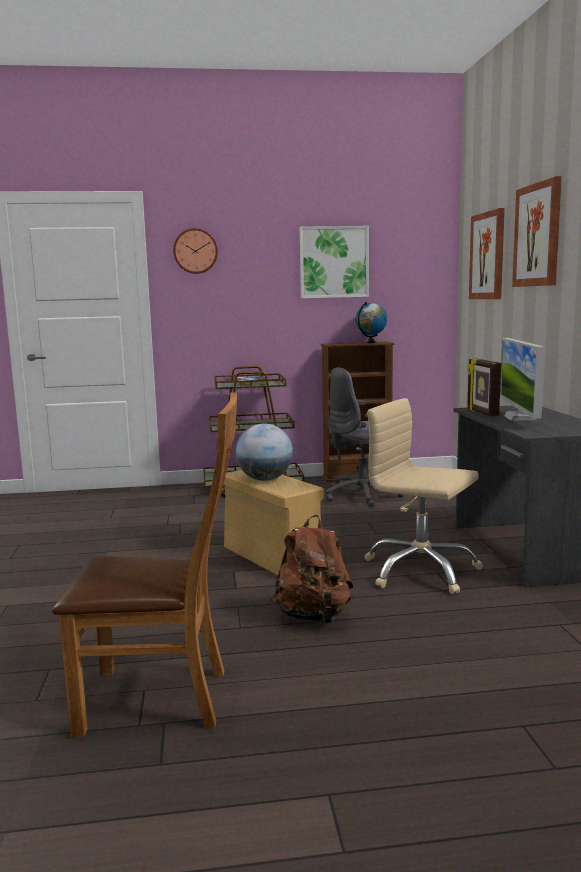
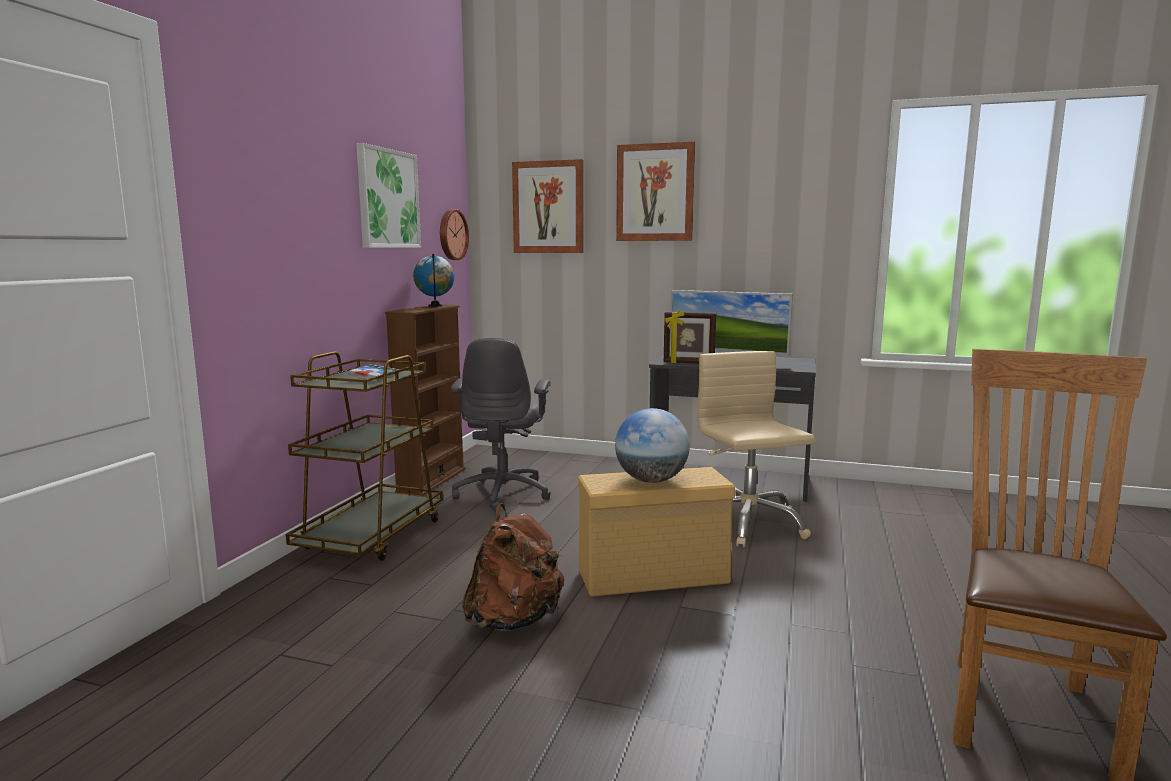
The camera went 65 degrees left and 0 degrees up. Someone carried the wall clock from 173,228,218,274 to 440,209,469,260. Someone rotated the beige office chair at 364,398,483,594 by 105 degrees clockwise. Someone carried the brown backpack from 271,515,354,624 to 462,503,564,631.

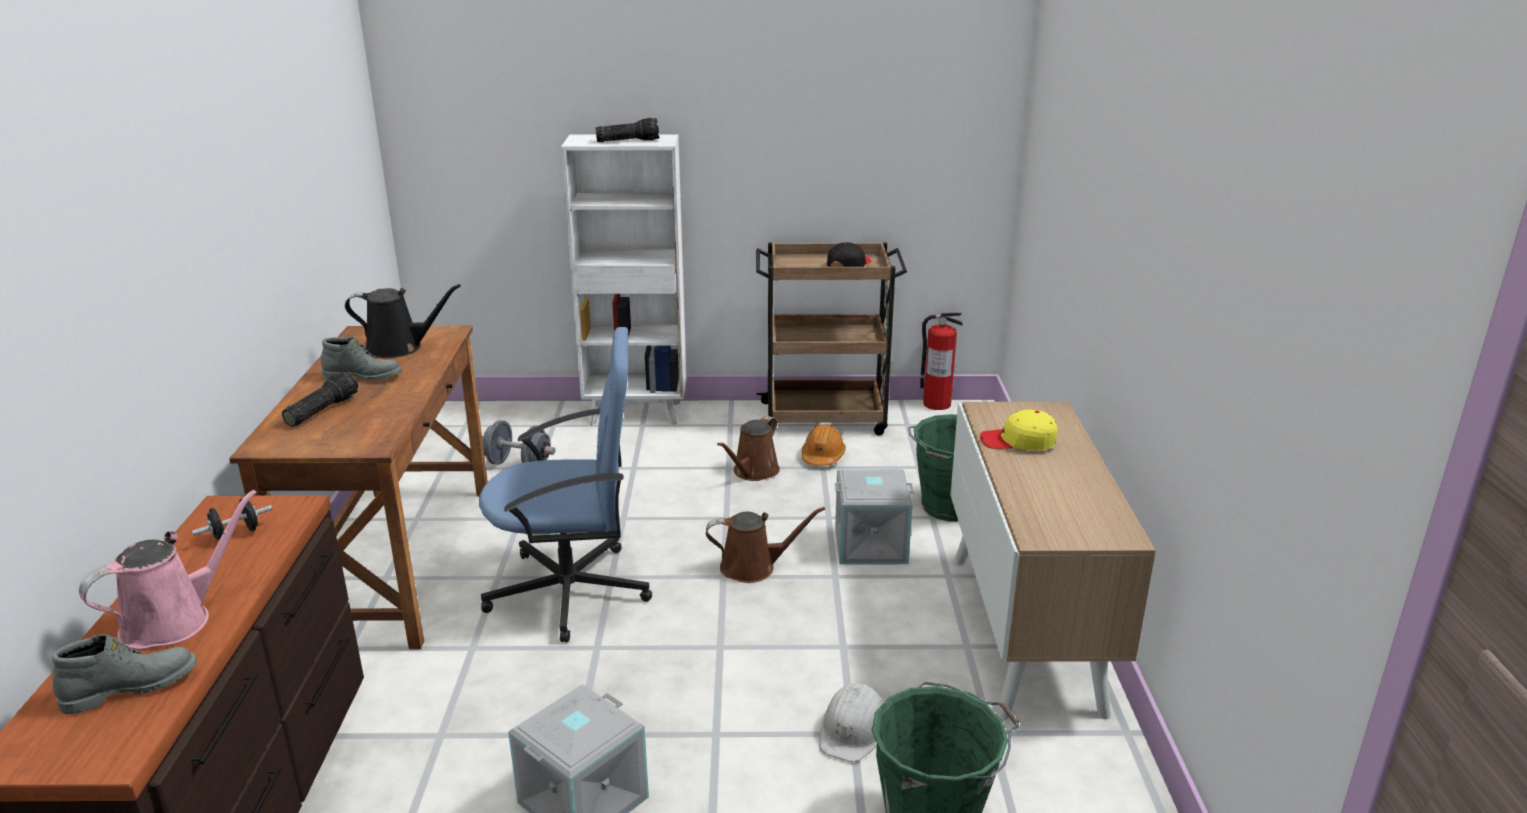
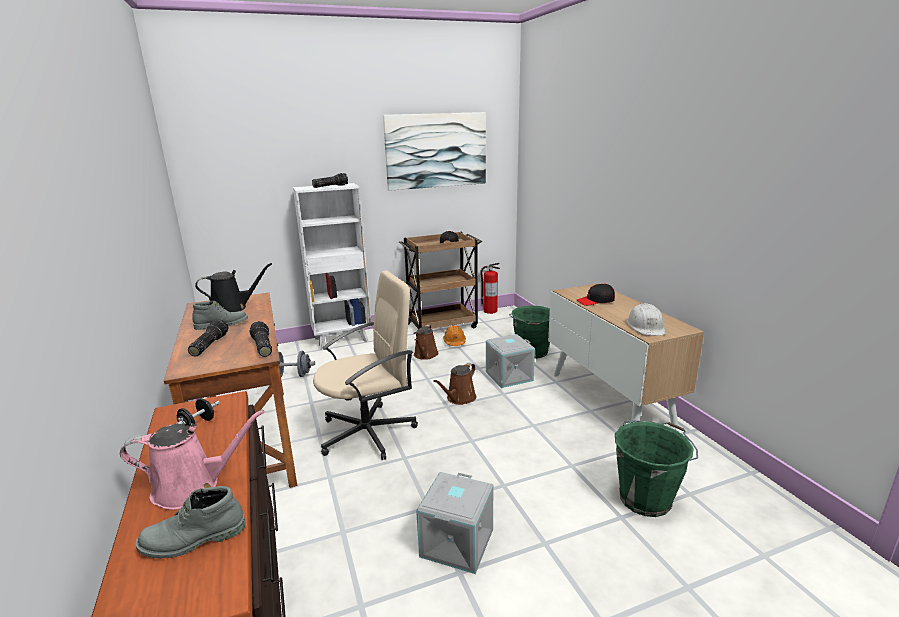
The camera went 20 degrees left and 5 degrees down. Someone repainted the blue office chair at 479,327,652,643, which became the beige office chair at 313,271,418,460. Someone repainted the yellow cap at 980,410,1058,450, which became the black cap at 577,283,615,306. Someone rotated the pink watering can at 79,490,257,650 by 60 degrees clockwise. Someone rotated the brown watering can at 706,507,825,583 by 150 degrees clockwise. Someone rotated the grey boot at 52,634,197,715 by 150 degrees counterclockwise. Someone carried the white hard hat from 819,683,883,762 to 626,303,665,336. Someone put up the picture at 383,112,486,191. Someone put down the flashlight at 250,321,272,357.

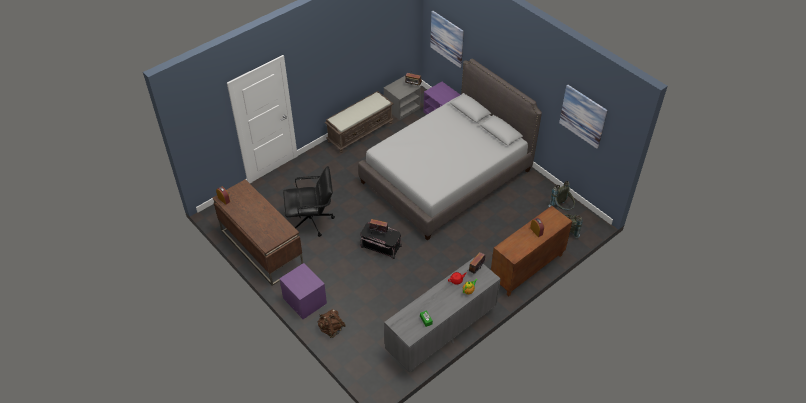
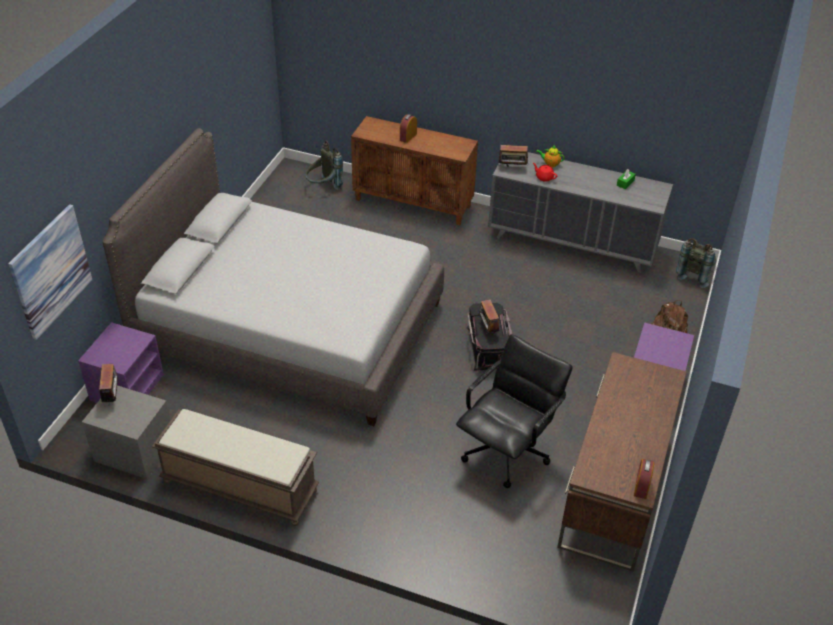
The camera went 120 degrees left and 5 degrees down. Someone took away the picture at 559,85,608,149. Someone rotated the black office chair at 283,166,335,237 by 75 degrees clockwise. Someone carried the grey backpack from 548,181,575,210 to 676,238,716,288.

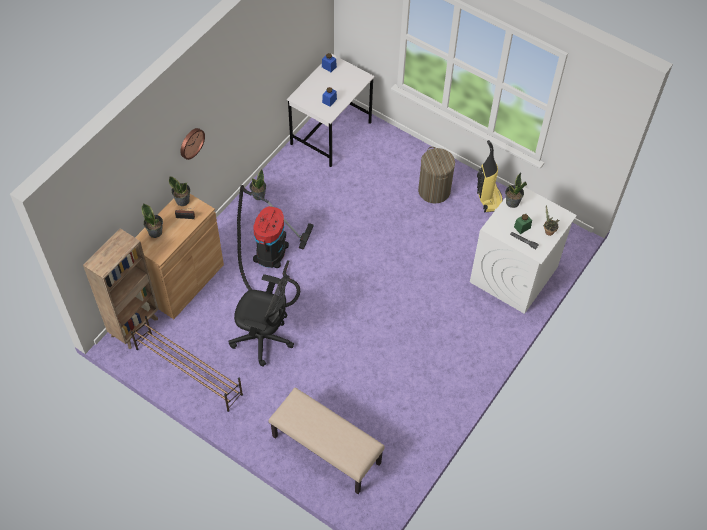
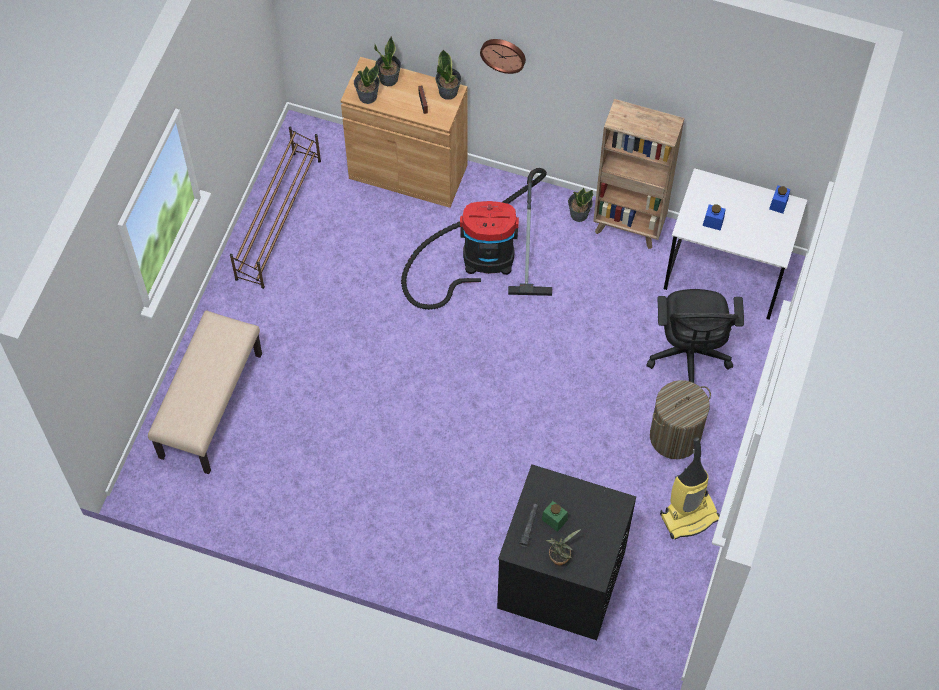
The camera went 75 degrees right and 5 degrees up. Someone carried the potted plant from 505,172,527,208 to 354,64,380,104. Someone repainted the white washing machine at 470,187,577,314, which became the black washing machine at 497,464,636,640. Someone carried the brown bookcase from 83,228,159,349 to 593,99,684,249. Someone carried the black office chair from 228,274,294,367 to 646,289,744,383.

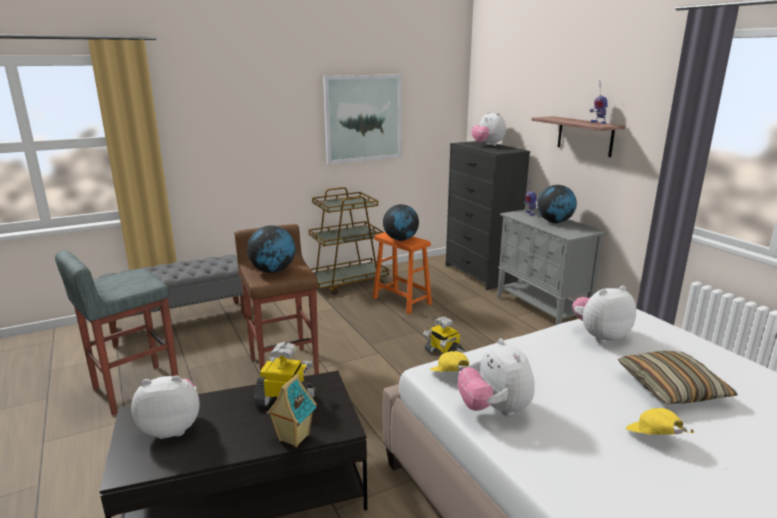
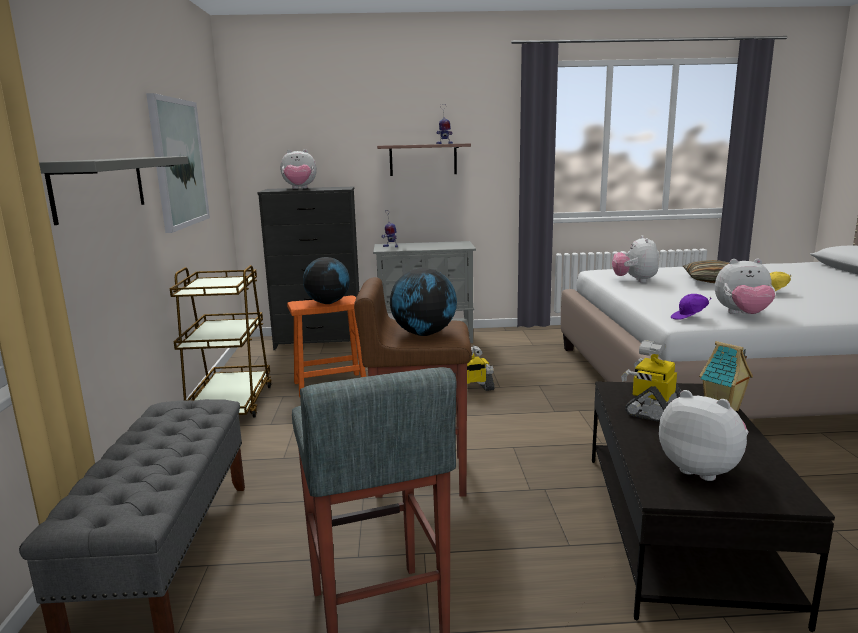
The camera went 65 degrees left and 5 degrees down. Someone took away the globe at 537,185,577,223. Someone repainted the yellow cap at 430,351,469,372, which became the purple cap at 671,294,711,320. Someone rotated the plush toy at 131,375,200,439 by 120 degrees clockwise. Someone put up the grey shelf at 39,156,189,225.

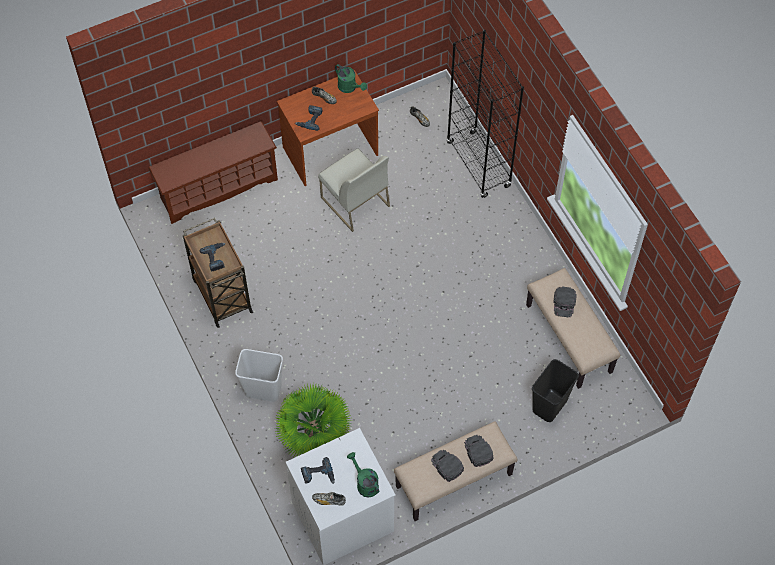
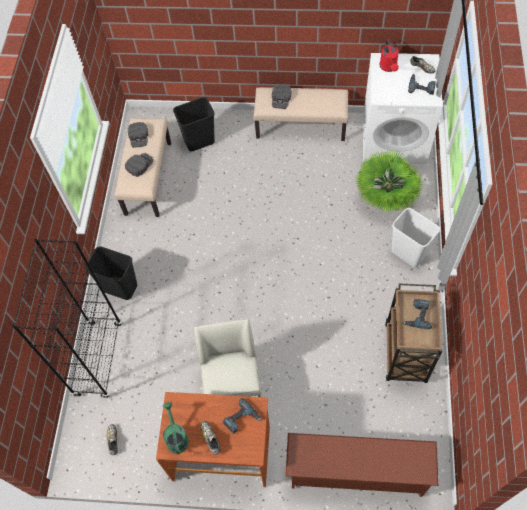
The camera went 145 degrees left and 0 degrees up. Someone carried the black cap from 431,450,464,482 to 128,122,148,148. Someone repainted the green watering can at 347,452,379,498, which became the red watering can at 379,40,399,72. Someone put down the black trash can at 85,246,137,300.

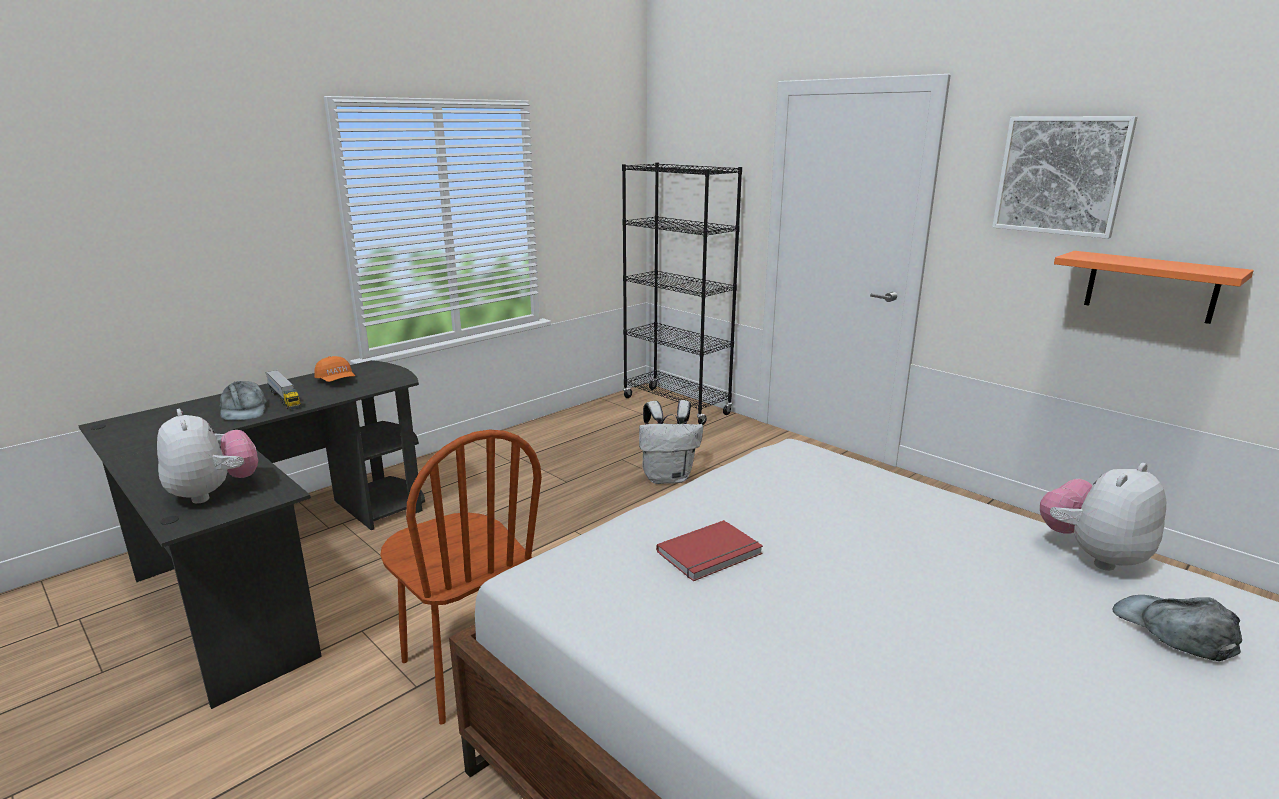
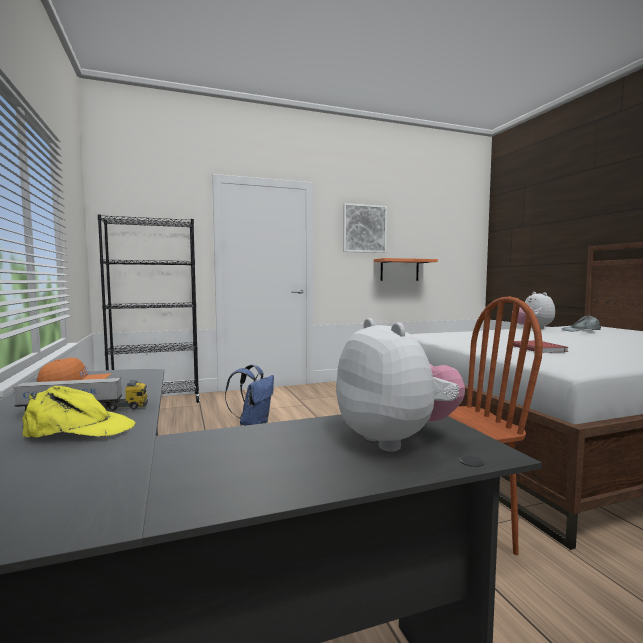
The camera went 65 degrees left and 15 degrees down. Someone repainted the grey cap at 220,381,267,420, which became the yellow cap at 22,386,136,438. Someone repainted the white backpack at 639,400,703,484, which became the blue backpack at 225,365,274,425. Someone rotated the plush toy at 157,409,258,504 by 75 degrees clockwise.

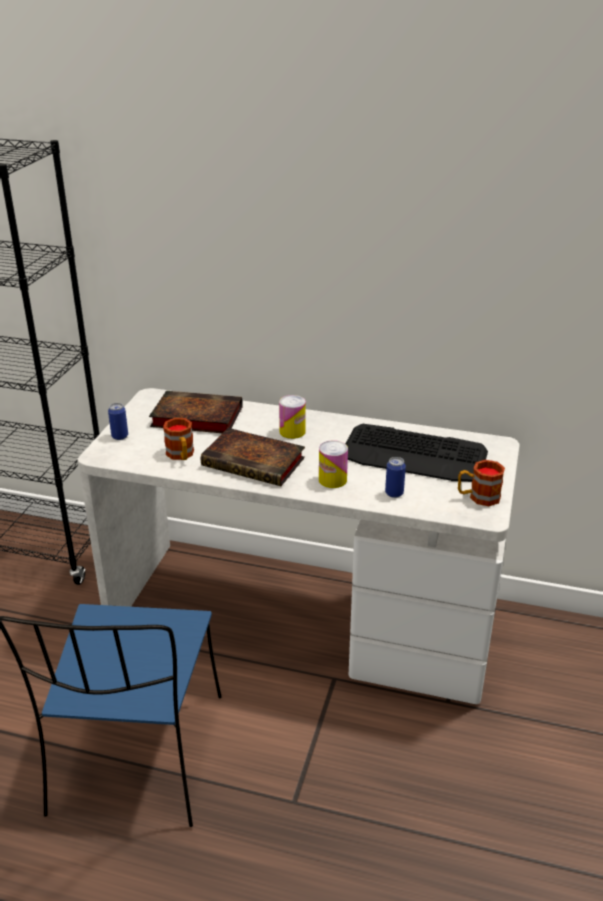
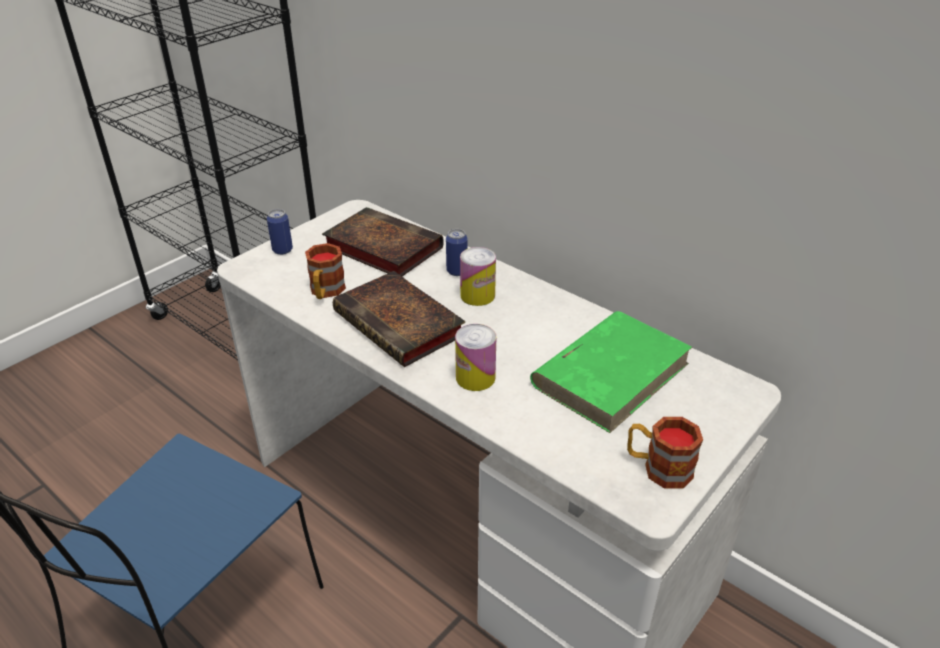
The camera went 25 degrees right and 5 degrees up. Someone swapped the keyboard at 345,424,488,482 for the green book at 530,311,692,433. Someone carried the can from 385,457,406,498 to 446,229,468,276.

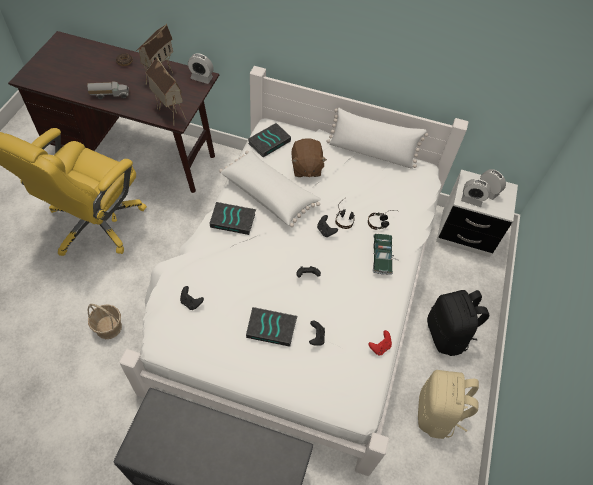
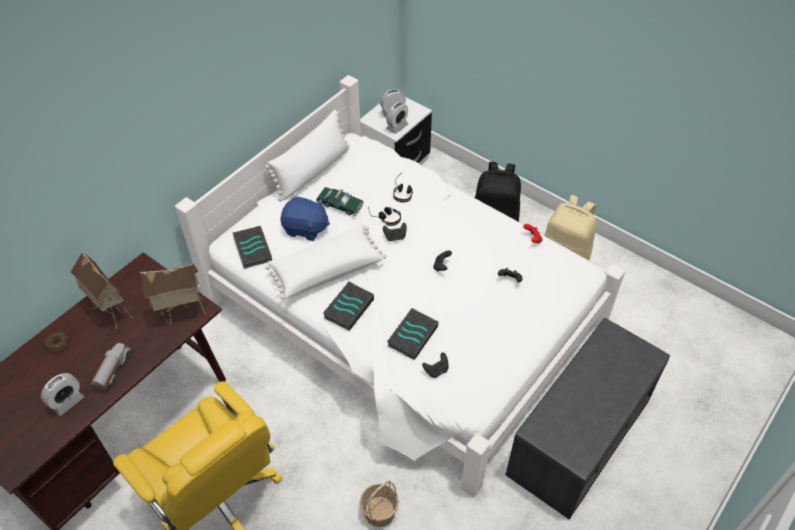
The camera went 65 degrees left and 5 degrees down. Someone carried the alarm clock from 188,53,214,84 to 41,373,84,416. Someone repainted the brown plush toy at 291,138,327,177, which became the blue plush toy at 280,197,330,241. Someone carried the toy car from 372,234,394,275 to 316,187,364,216. Someone carried the book from 246,307,297,347 to 387,308,438,360.

